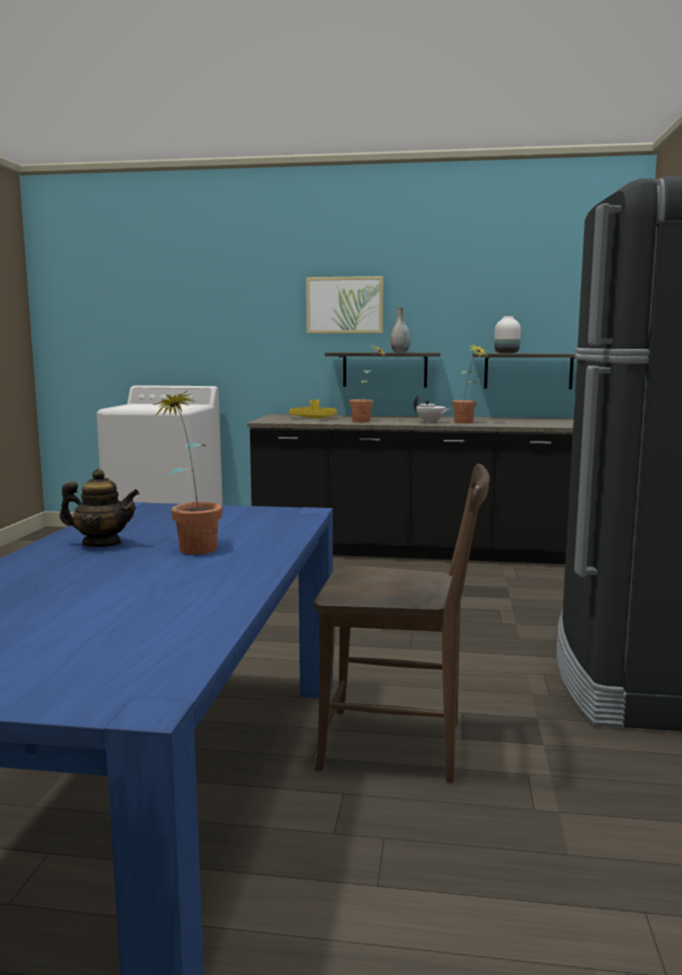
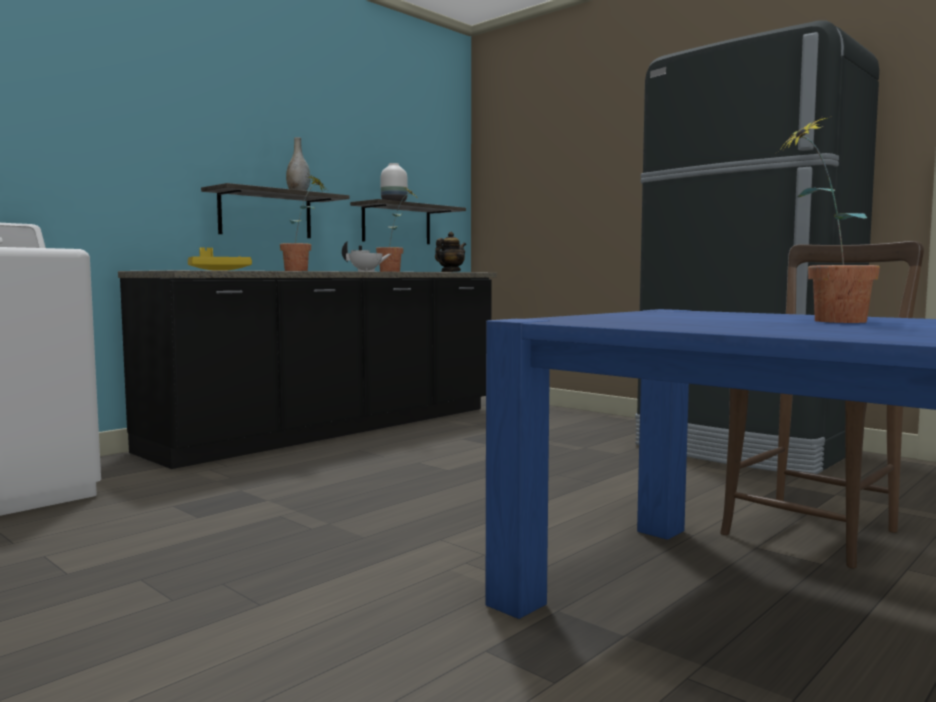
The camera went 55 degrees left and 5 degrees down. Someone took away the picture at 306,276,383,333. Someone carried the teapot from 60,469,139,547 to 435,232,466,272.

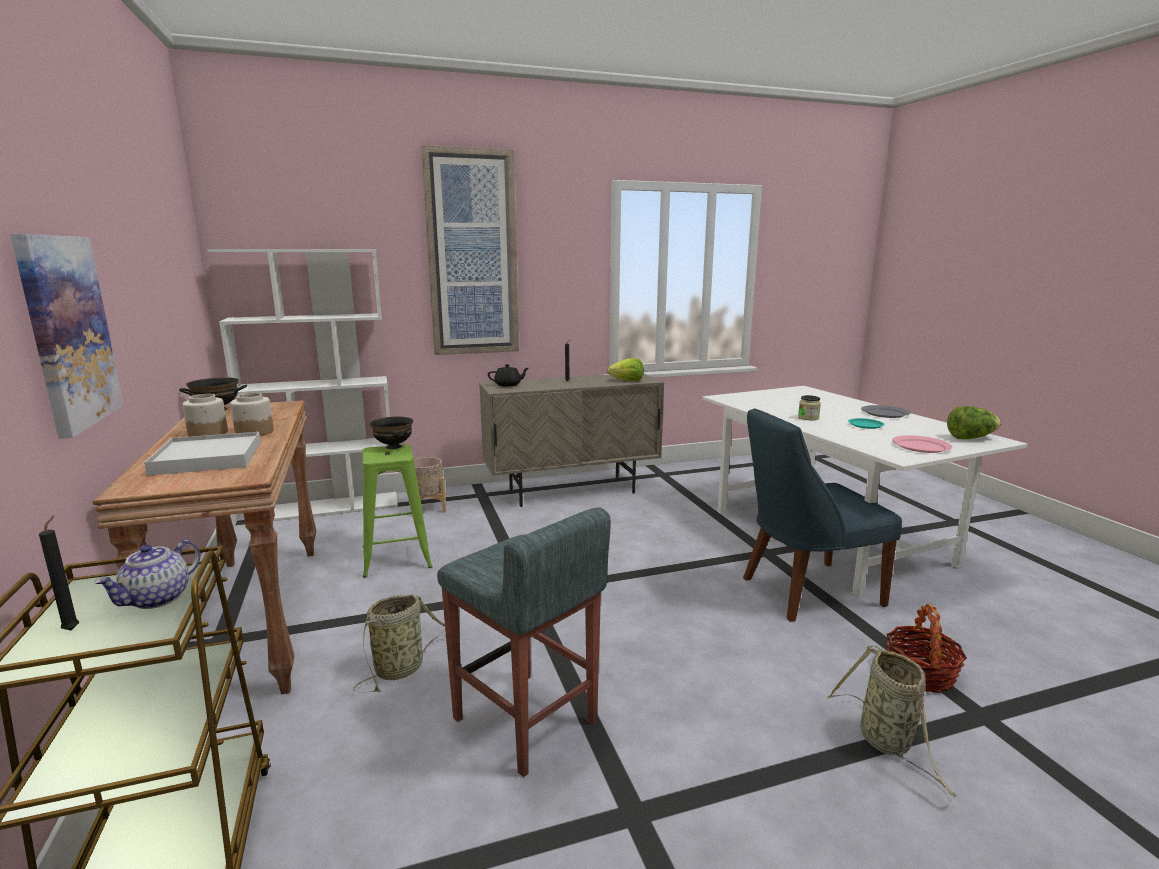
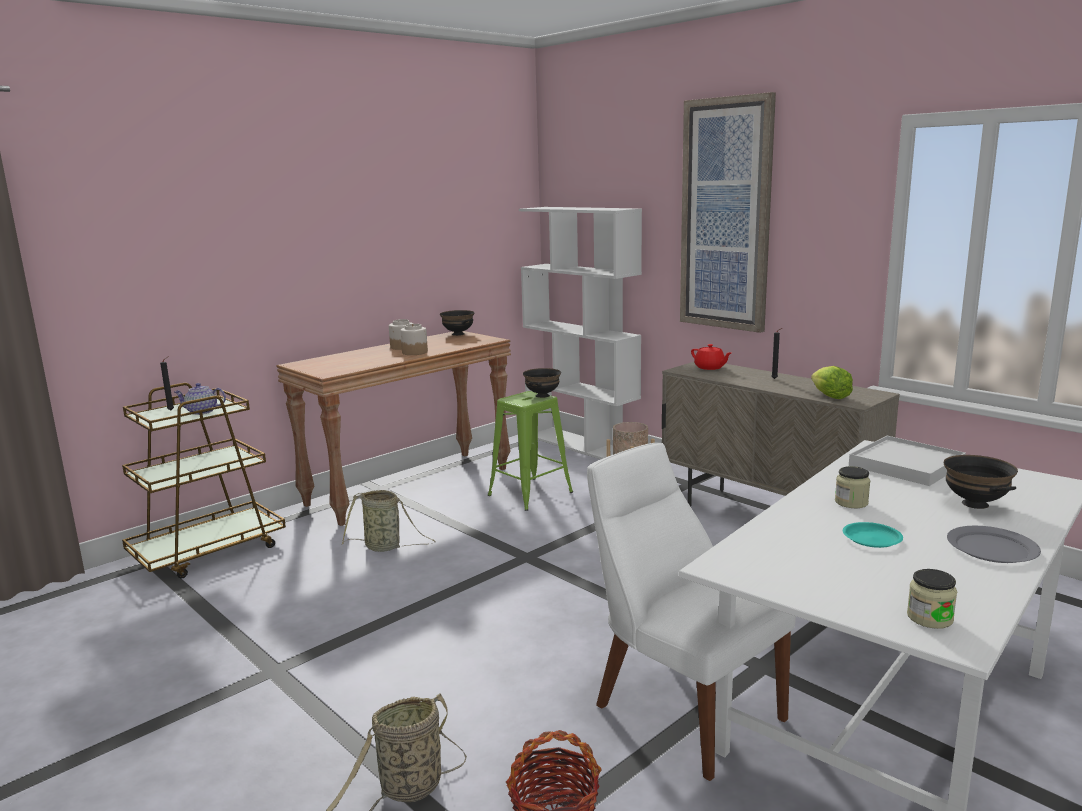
The camera went 65 degrees right and 0 degrees up. Someone took away the picture at 10,234,124,439. Someone repainted the black teapot at 488,364,529,387, which became the red teapot at 691,344,731,370. Someone swapped the lettuce at 947,406,1001,439 for the jar at 907,569,957,629. Someone repainted the blue chair at 743,408,902,622, which became the white chair at 587,443,796,781. Someone carried the white tray from 144,432,261,476 to 849,436,966,486. Someone took away the pink plate at 892,435,952,453. Someone took away the grey stool at 437,507,611,777. Someone put down the black bowl at 944,455,1018,509.

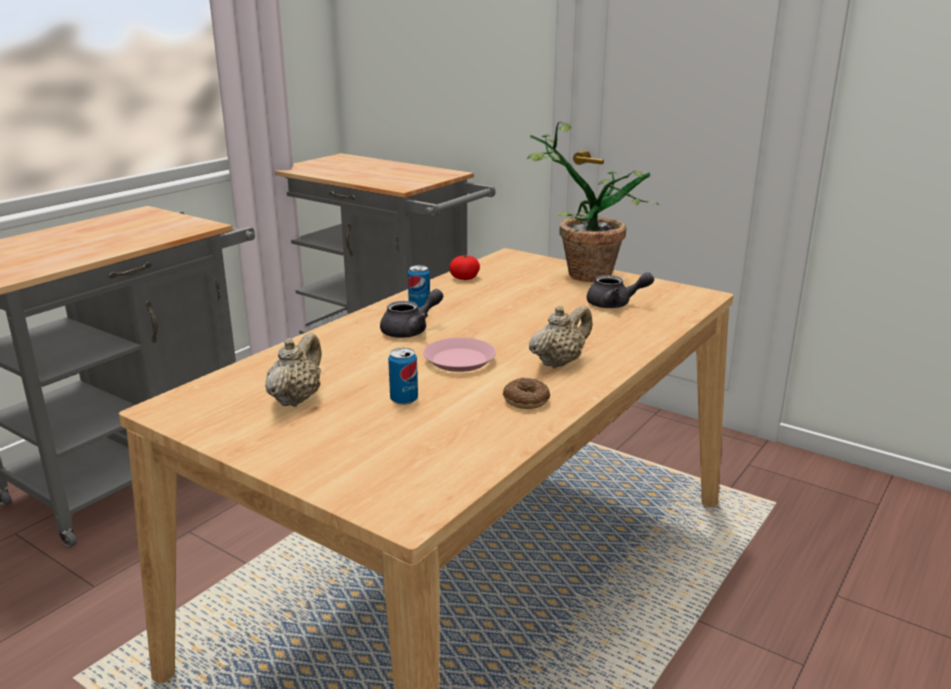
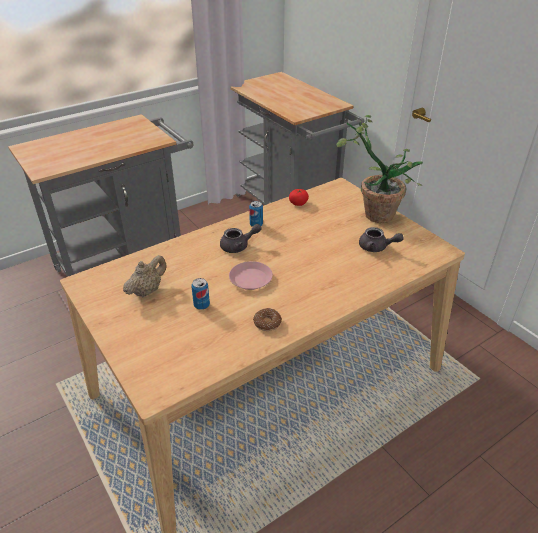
The camera went 20 degrees right and 15 degrees up. Someone took away the beige teapot at 529,305,593,368.

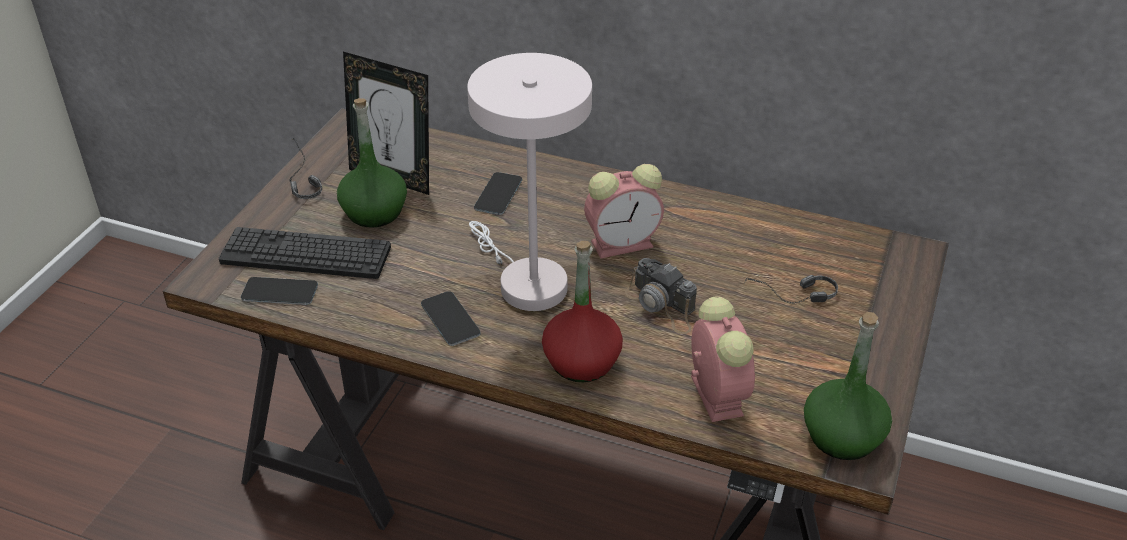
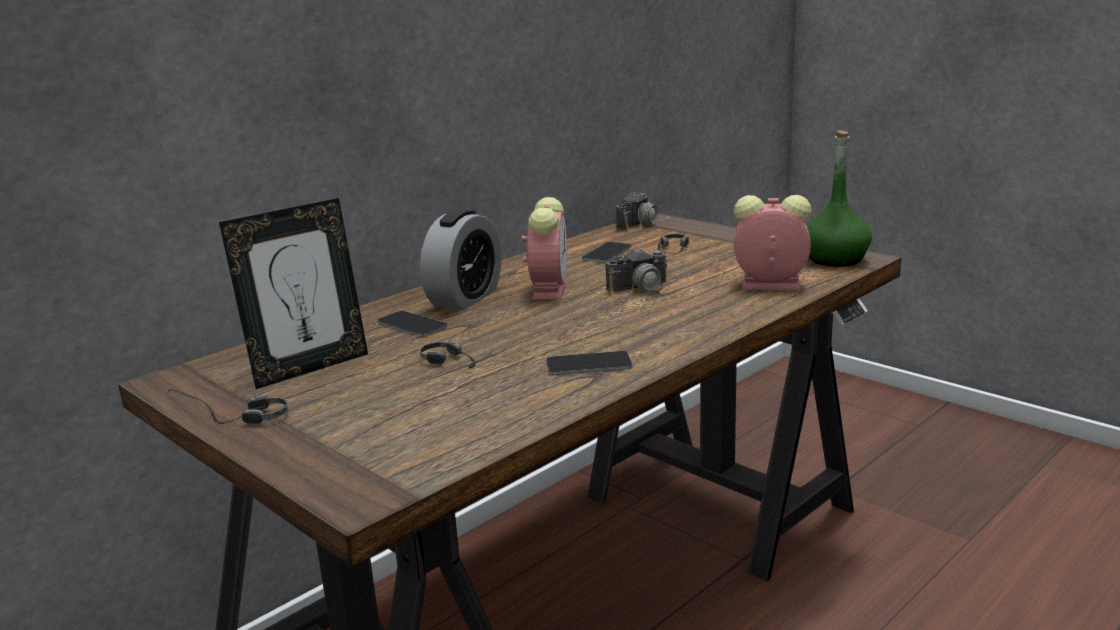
The camera went 65 degrees left and 20 degrees down. Someone took away the white table lamp at 467,53,592,311. Someone took away the green bottle at 337,98,407,228. Someone took away the keyboard at 219,227,391,279. Someone took away the red bottle at 542,241,623,382. Someone carried the phone from 241,277,318,305 to 582,242,632,263. Someone put down the photo camera at 616,192,670,231. Someone put down the alarm clock at 420,209,501,310. Someone put down the headphones at 420,341,497,368.

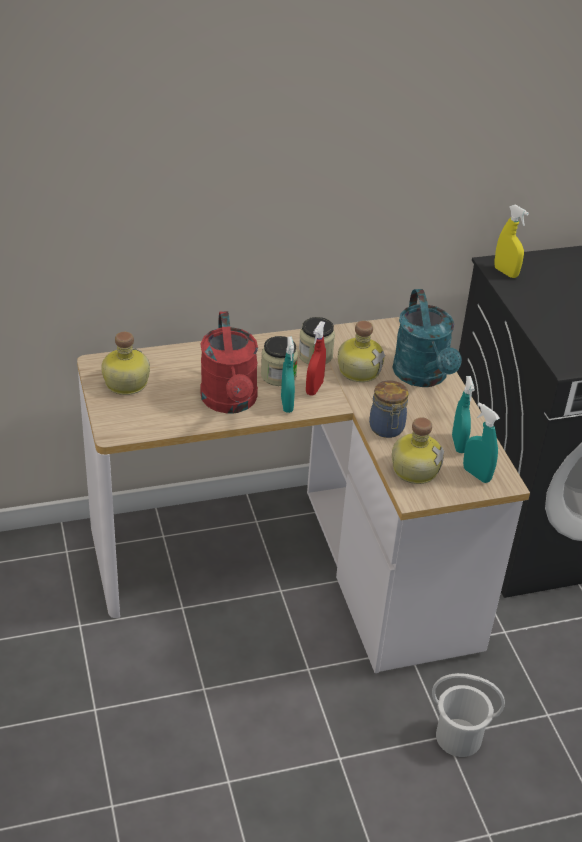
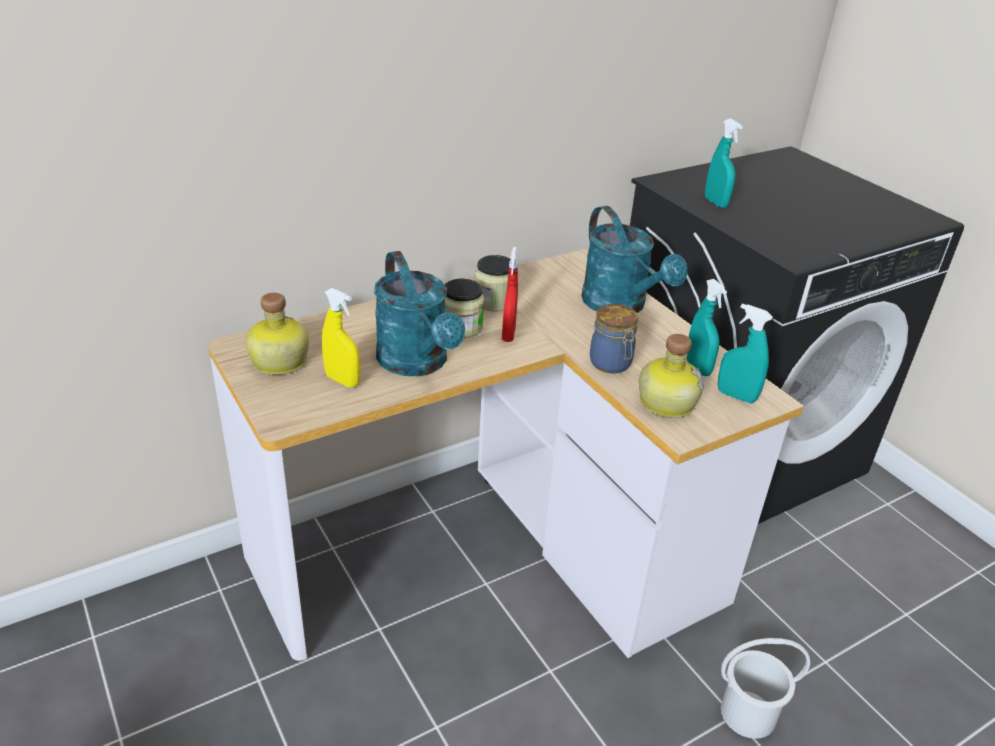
The camera went 15 degrees left and 5 degrees down. Someone carried the yellow spray bottle from 494,205,529,278 to 322,288,360,387. Someone repainted the red watering can at 200,311,258,414, which became the turquoise watering can at 374,251,465,376. Someone took away the bottle at 338,321,385,382. Someone carried the turquoise spray bottle from 281,337,295,413 to 705,119,743,208.

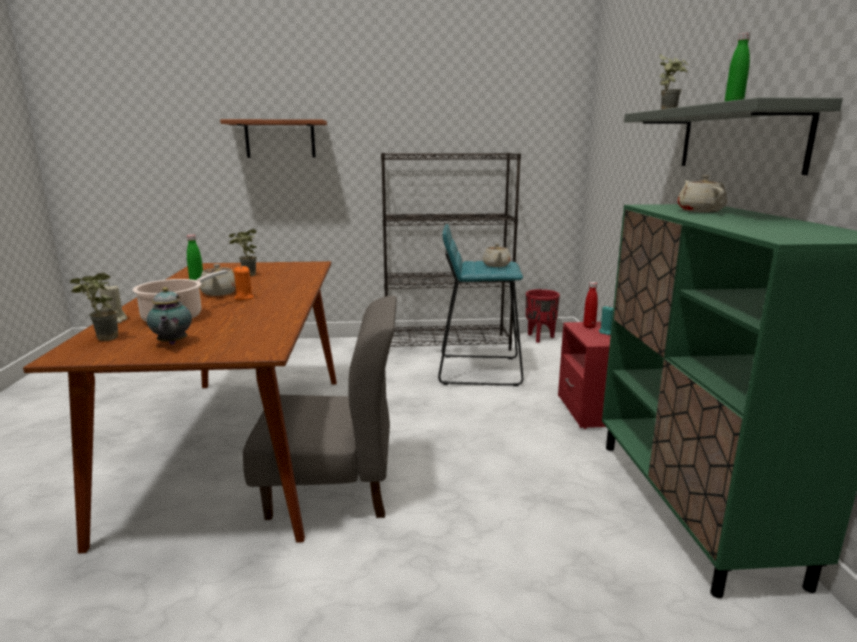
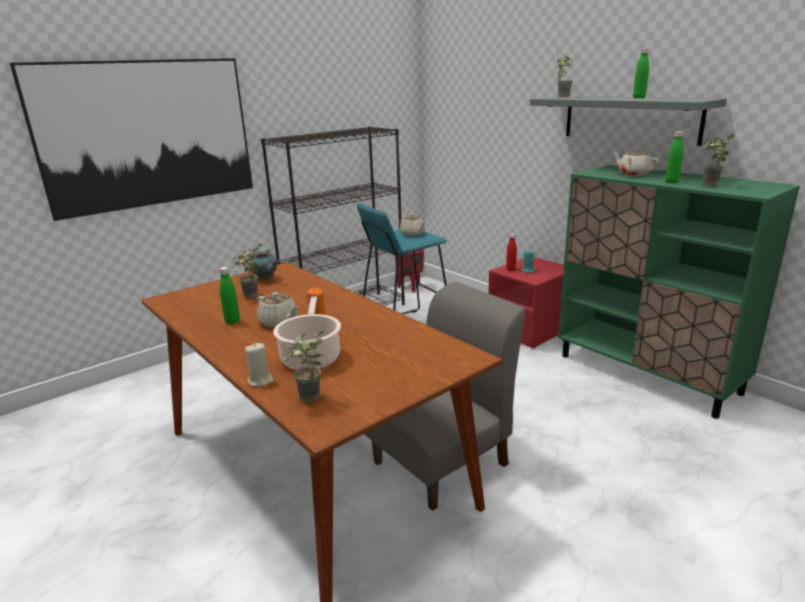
The camera went 35 degrees left and 5 degrees up. Someone swapped the shelf at 220,119,327,158 for the picture at 10,58,253,221. Someone carried the teapot from 147,287,192,345 to 249,243,279,280. Someone put down the green bottle at 665,131,684,183. Someone put down the potted plant at 701,133,735,186.

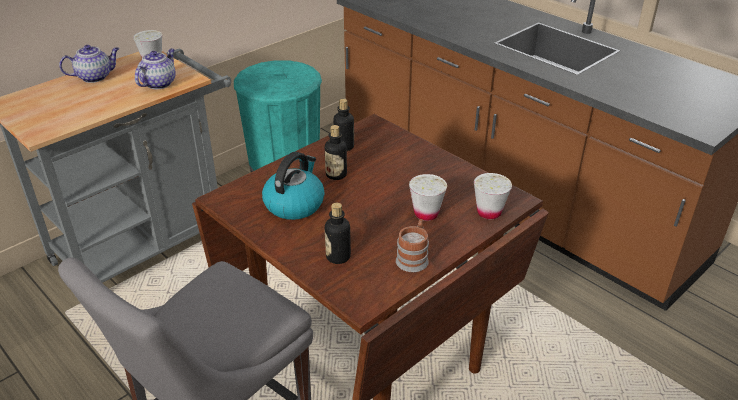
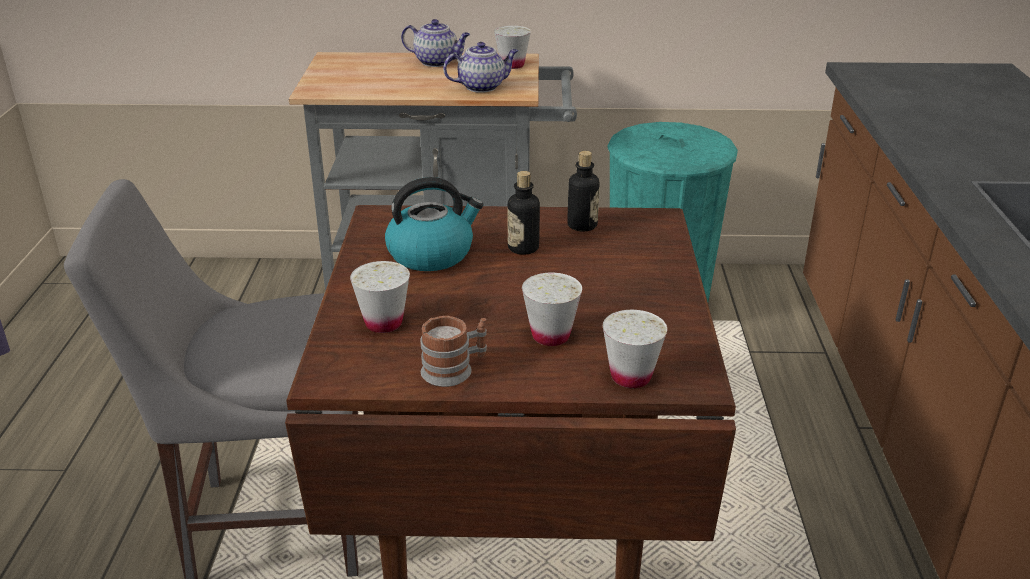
The camera went 45 degrees right and 5 degrees down. Someone swapped the bottle at 325,203,351,264 for the white cup at 350,261,410,333.

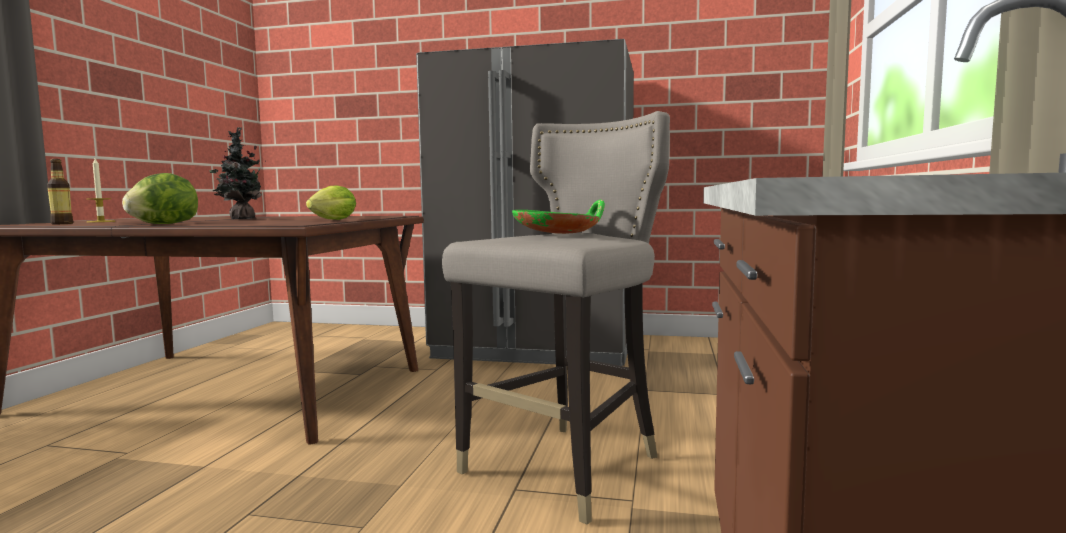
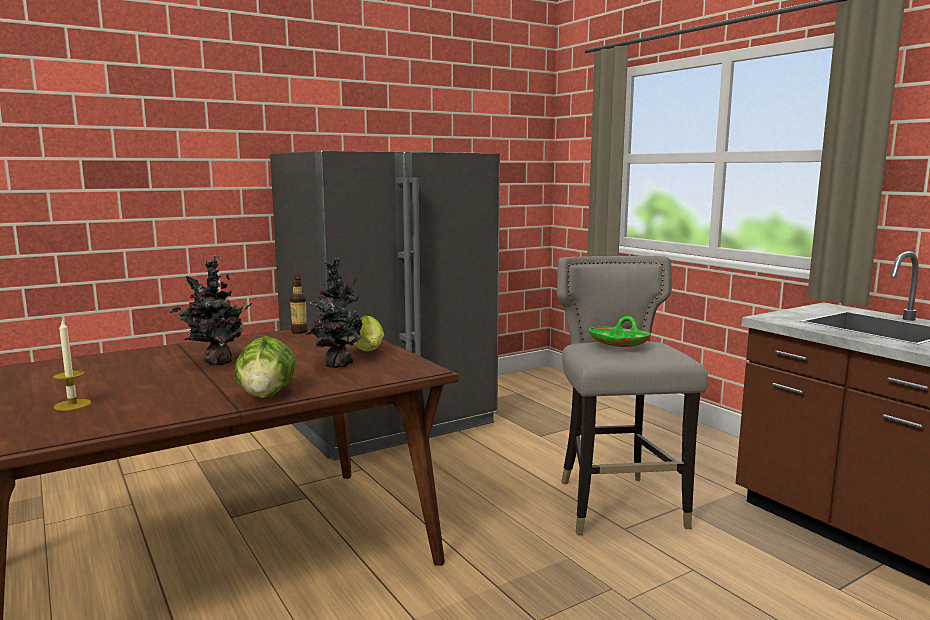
The camera went 45 degrees left and 5 degrees up. Someone carried the bottle from 47,159,73,224 to 290,276,308,334. Someone put down the potted plant at 306,257,363,368.

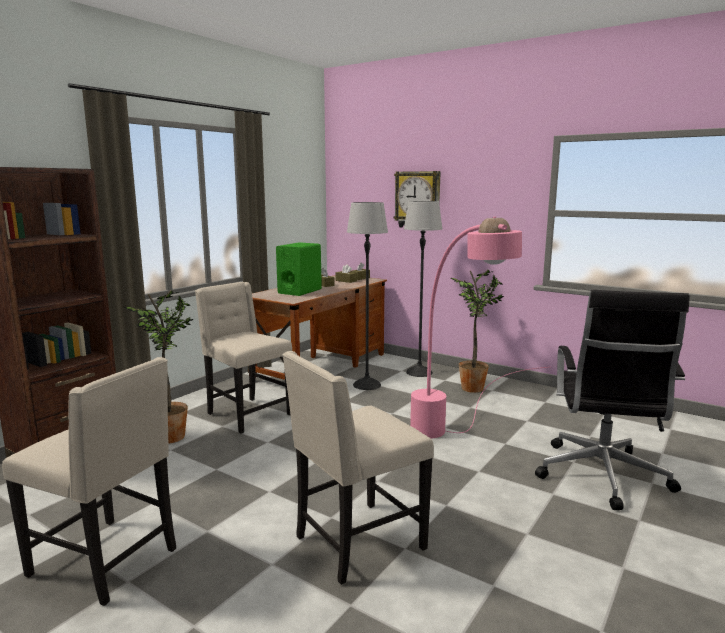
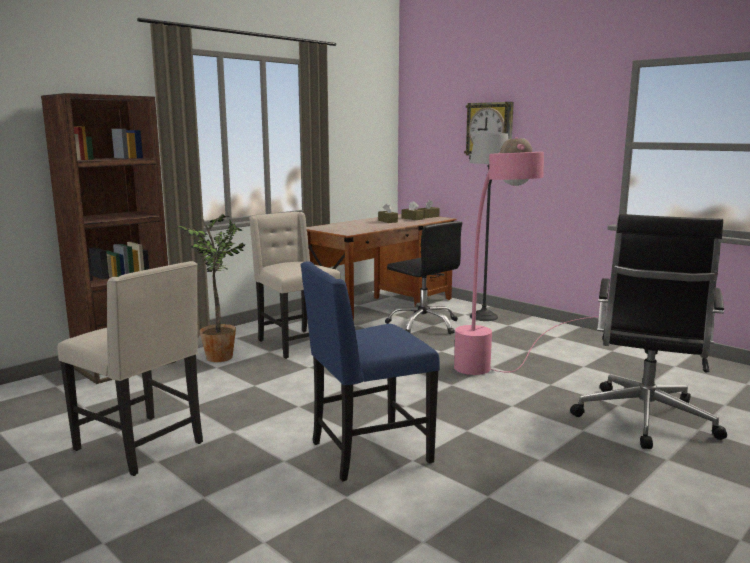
The camera went 10 degrees right and 0 degrees up. Someone swapped the floor lamp at 347,202,388,390 for the black office chair at 385,221,462,334. Someone took away the green speaker at 276,242,322,296. Someone took away the potted plant at 451,269,504,393. Someone repainted the beige chair at 282,351,434,585, which became the blue chair at 300,261,440,481.

